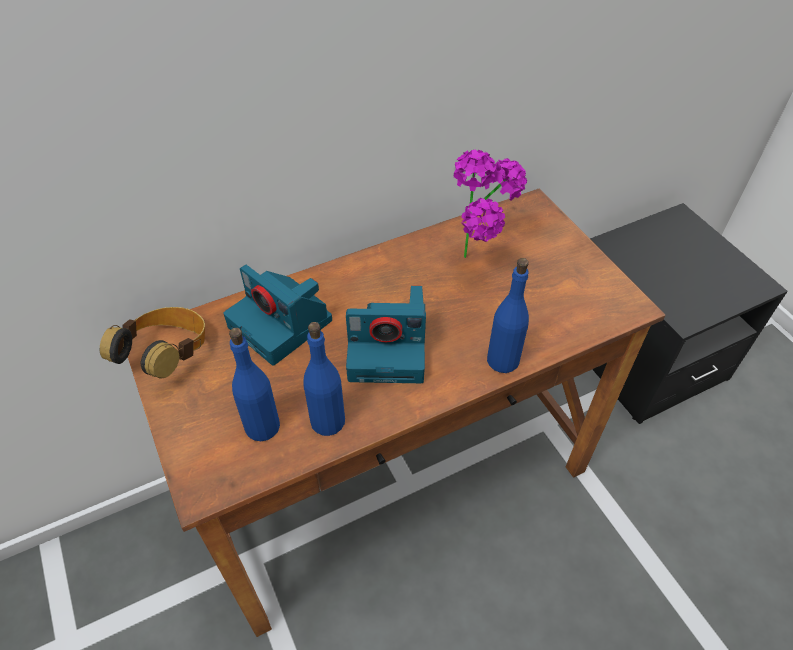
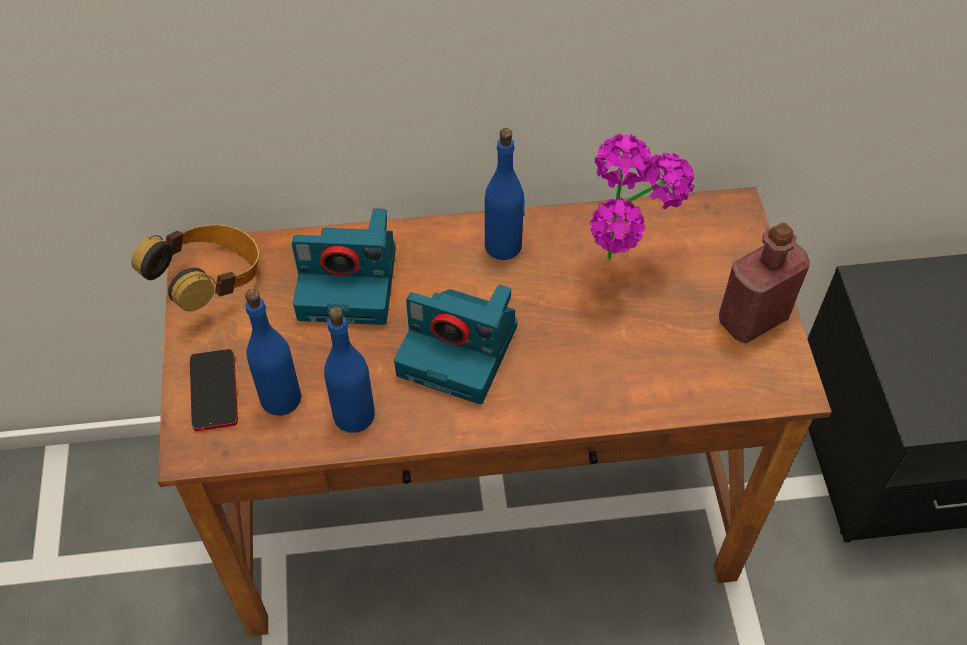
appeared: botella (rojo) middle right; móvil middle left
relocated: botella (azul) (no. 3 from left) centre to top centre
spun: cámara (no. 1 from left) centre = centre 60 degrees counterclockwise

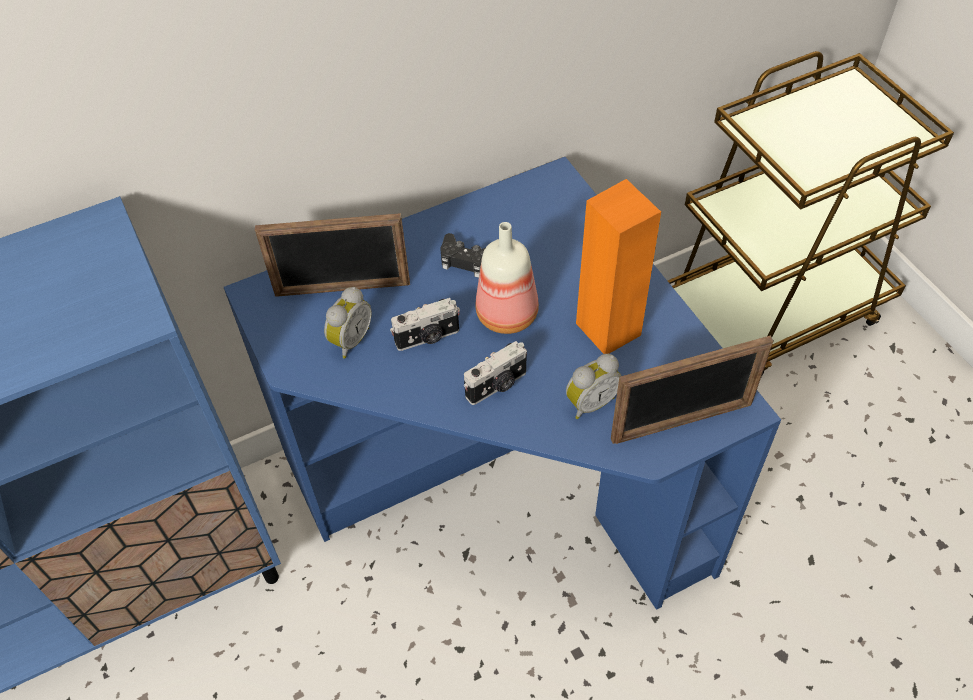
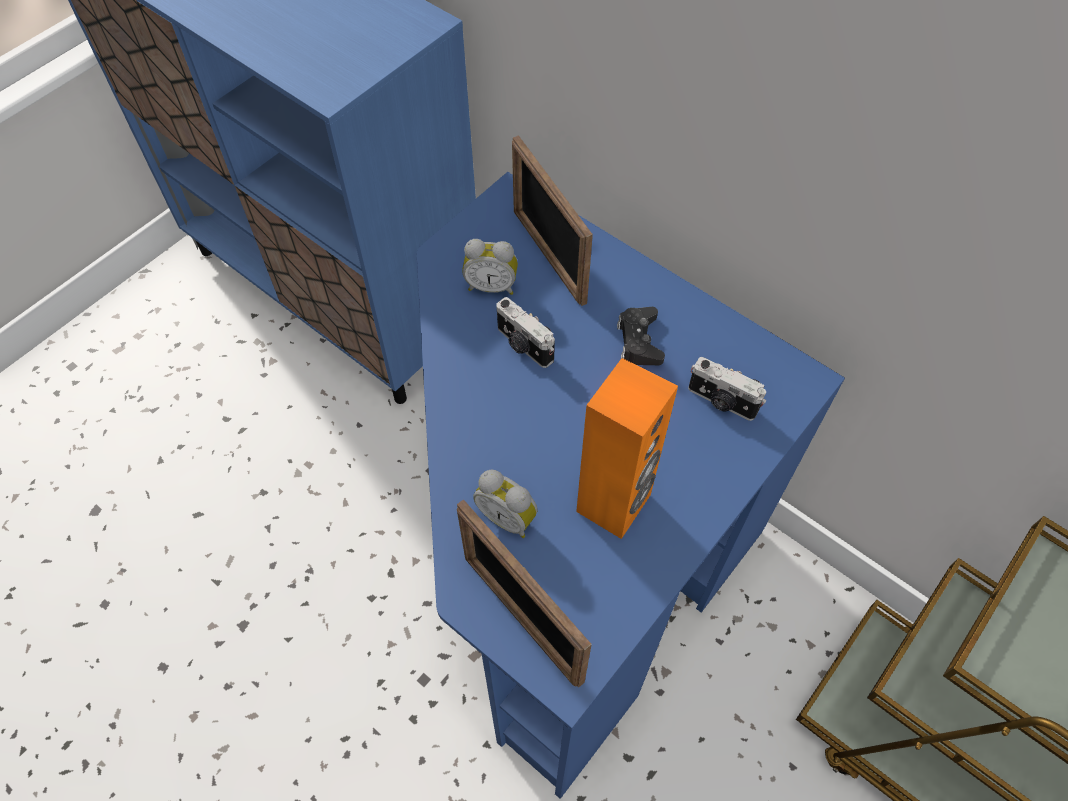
missing: botella centre
relocated: cámara (no. 2 from left) centre to middle right

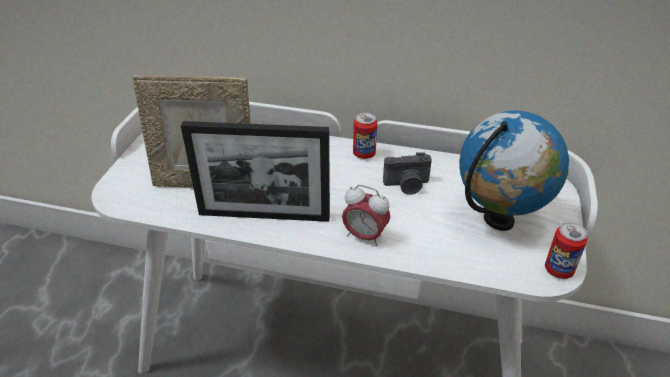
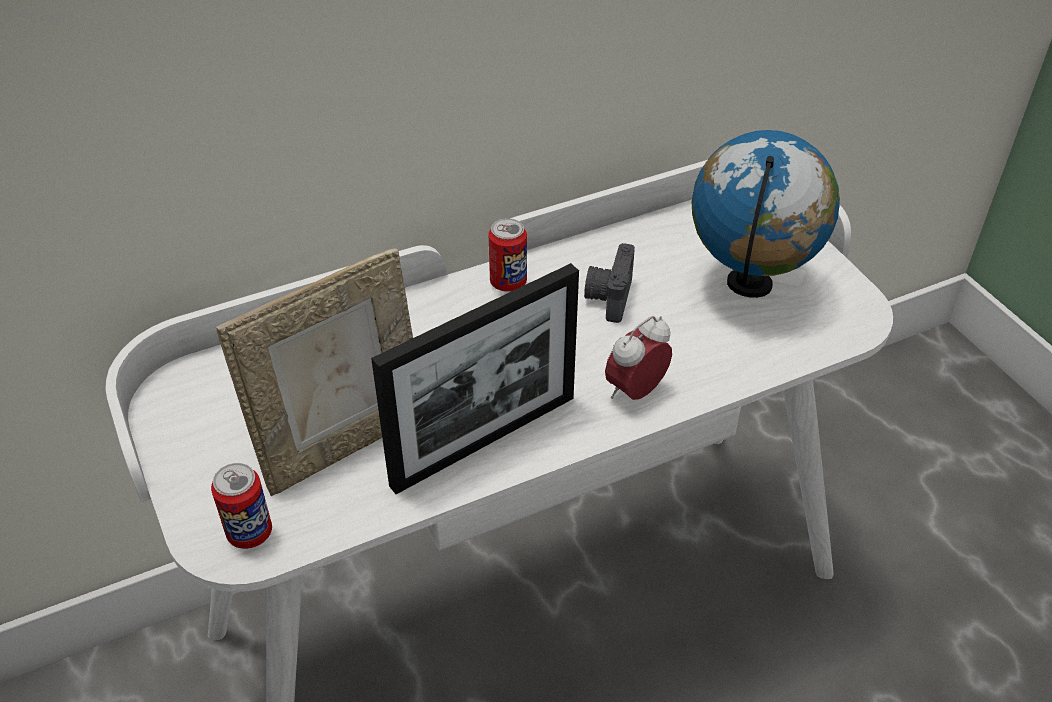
relocated: lata (no. 2 from left in the first image) middle right to lata (no. 1 from left) bottom left
spun: cámara centre = centre 150 degrees clockwise; despertador centre = centre 150 degrees clockwise

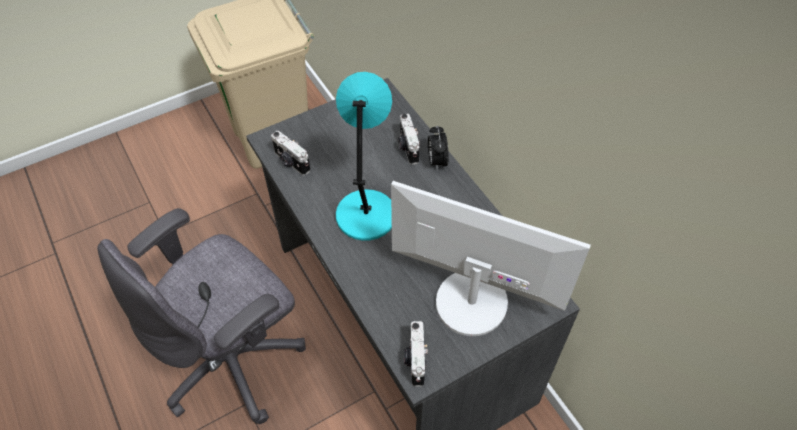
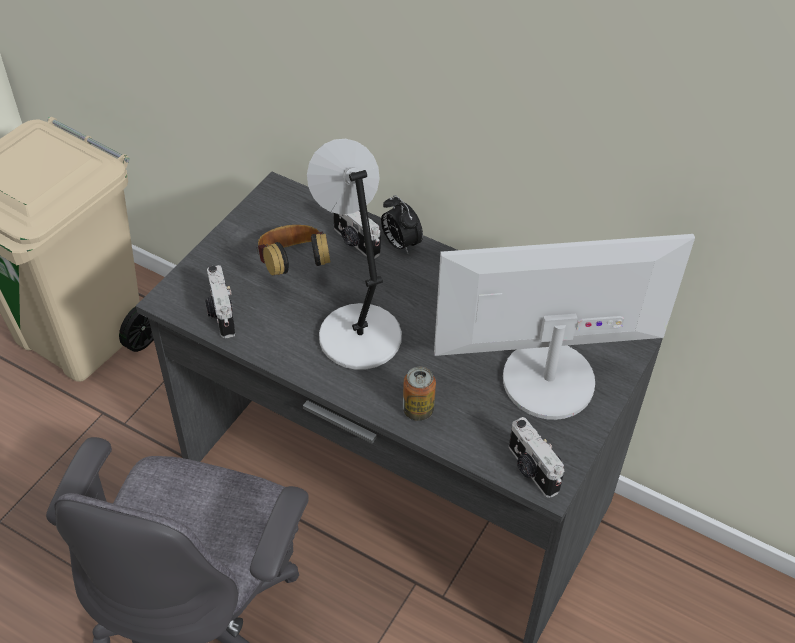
appeared: auriculares centre; lata centre
colour: lámpara de mesa (turquesa) centre to lámpara de mesa (gris) centre
spun: cámara (no. 1 from left) centre = middle left 60 degrees clockwise

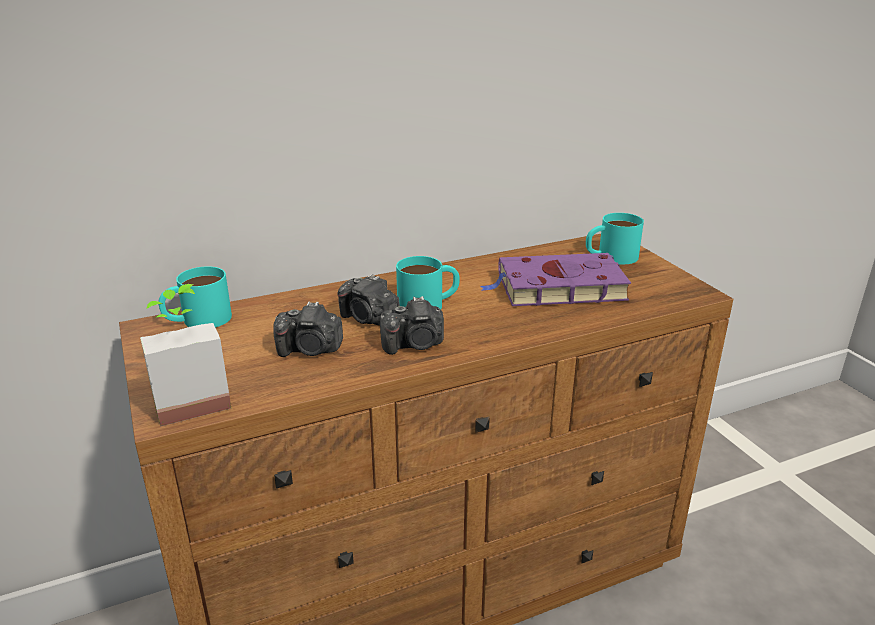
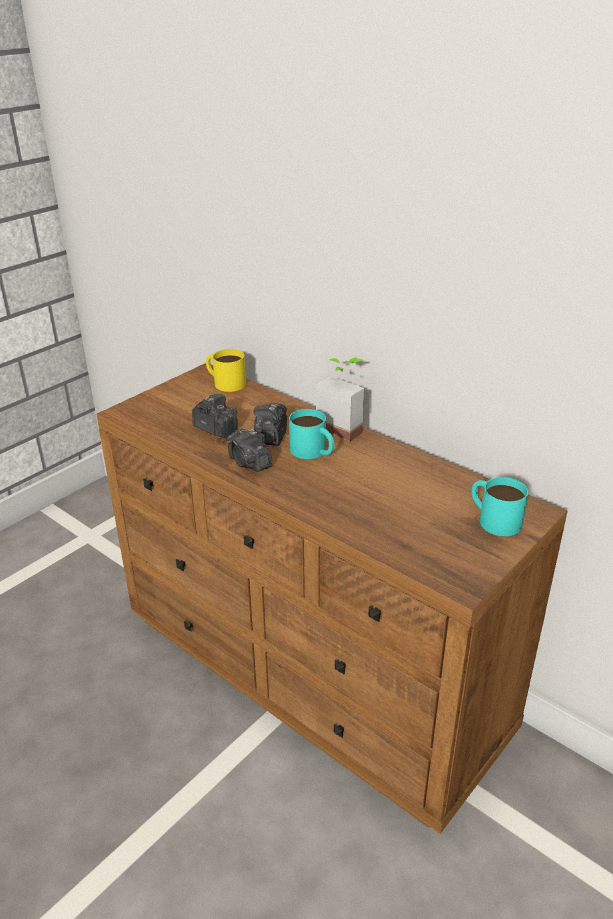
missing: libro (morado) centre
relocated: planta en maceta middle left to centre
colour: taza grande (turquesa) (no. 1 from left) middle left to taza grande (amarillo) centre
spun: cámara (no. 1 from left) centre = centre 150 degrees clockwise

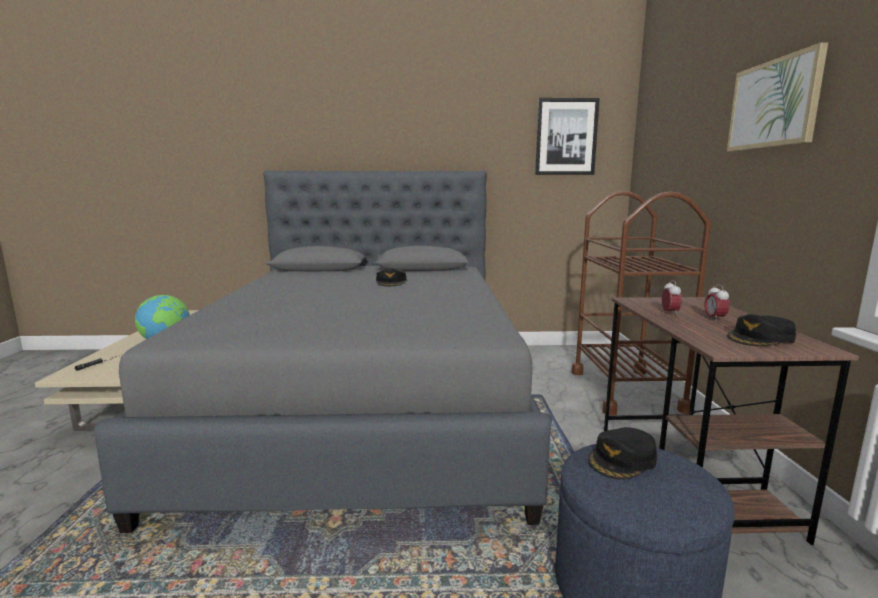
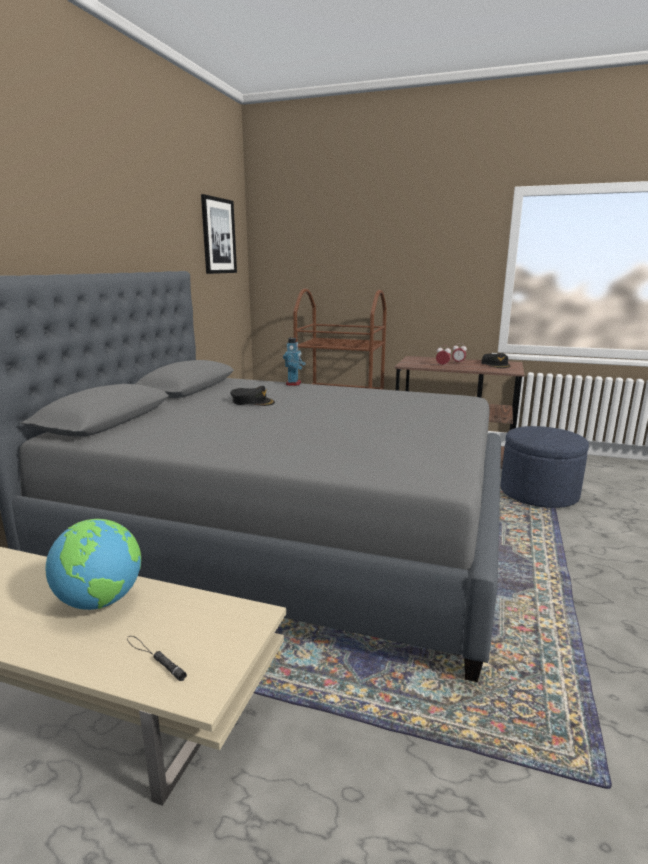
missing: cuadro (no. 2 from left) top right; gorra (negro) (no. 2 from left) bottom right
appeared: robot de juguete centre

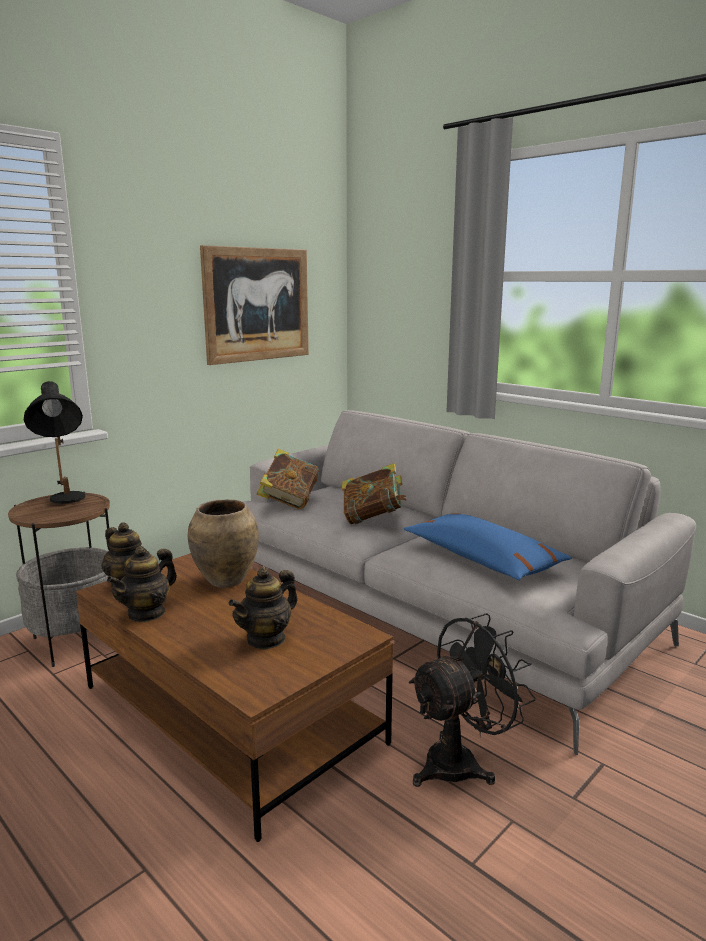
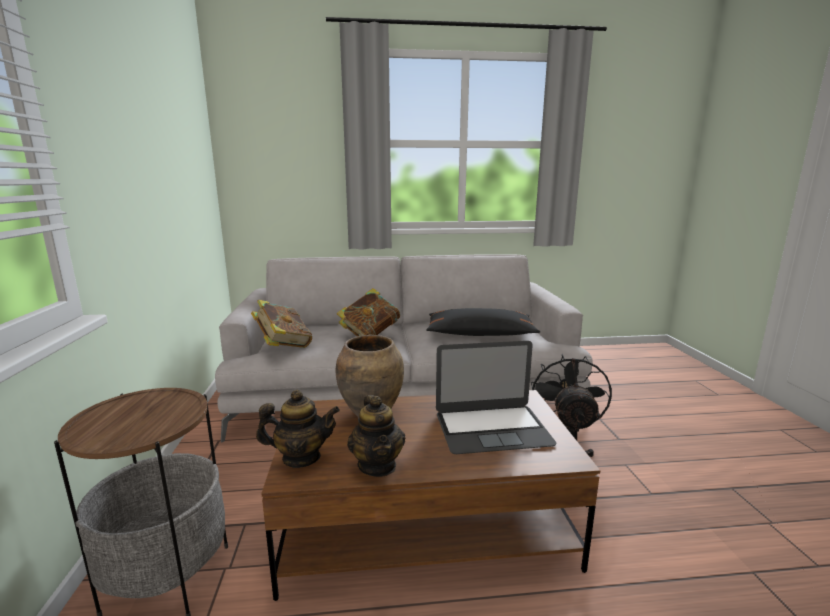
missing: cuadro top centre; lámpara de mesa (negro) middle left
exchanged: tetera (no. 3 from left) centre to portátil centre
colour: cojín (azul) middle right to cojín (negro) centre

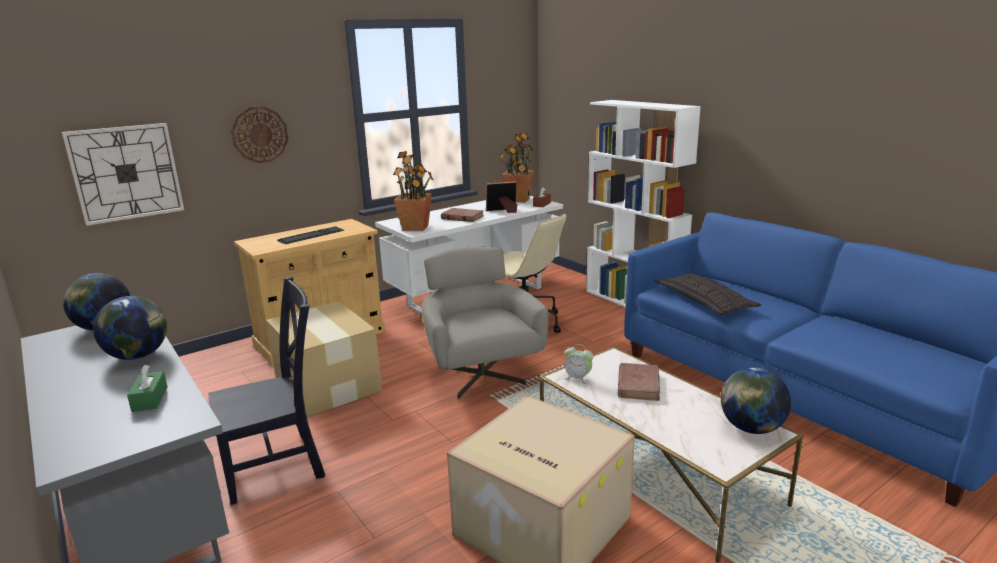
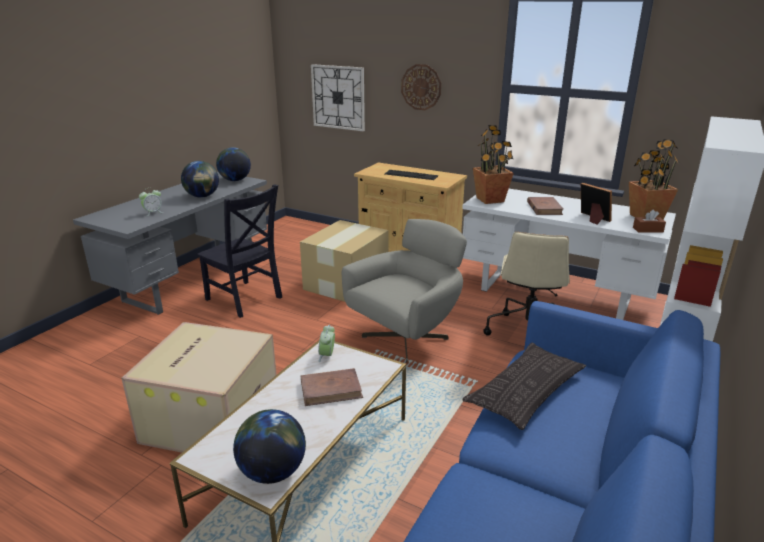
exchanged: caja de pañuelos (verde) bottom left to despertador (no. 1 from left) middle left

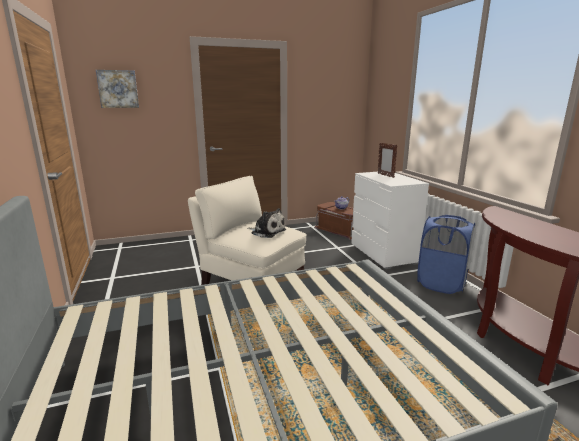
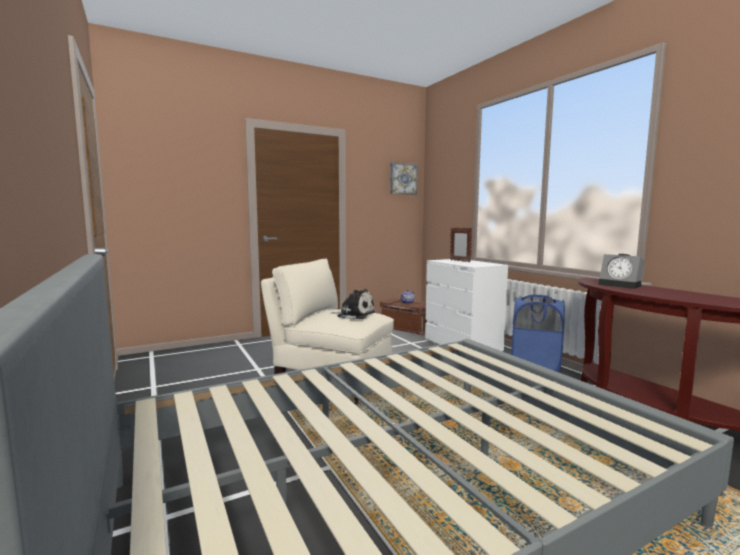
appeared: despertador middle right
relocated: cuadro top left to top centre

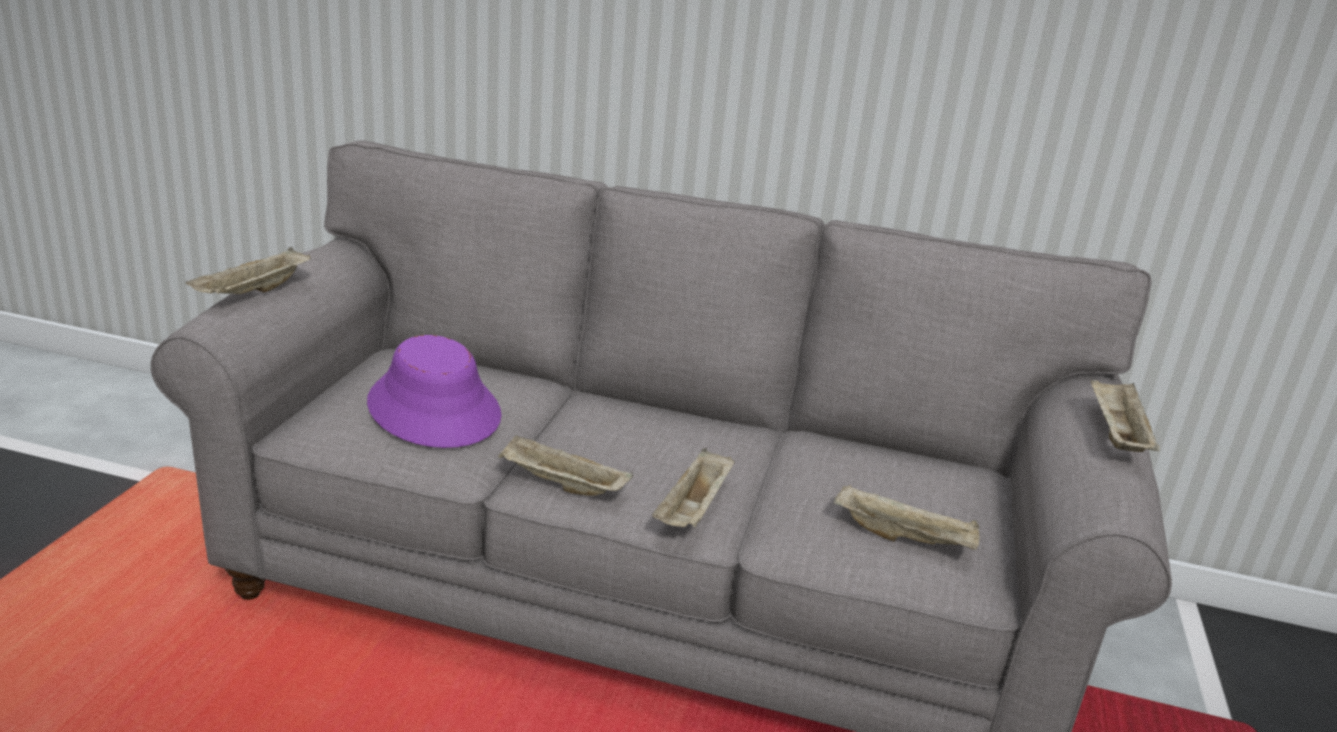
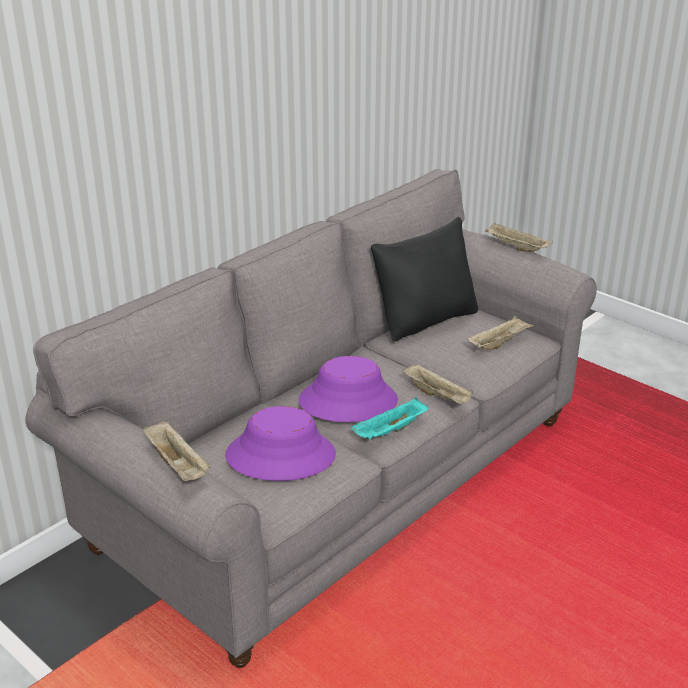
appeared: cojín (negro) centre; sombrero (morado) (no. 2 from left) centre
colour: bandeja (beis) (no. 2 from left) centre to bandeja (turquesa) centre

